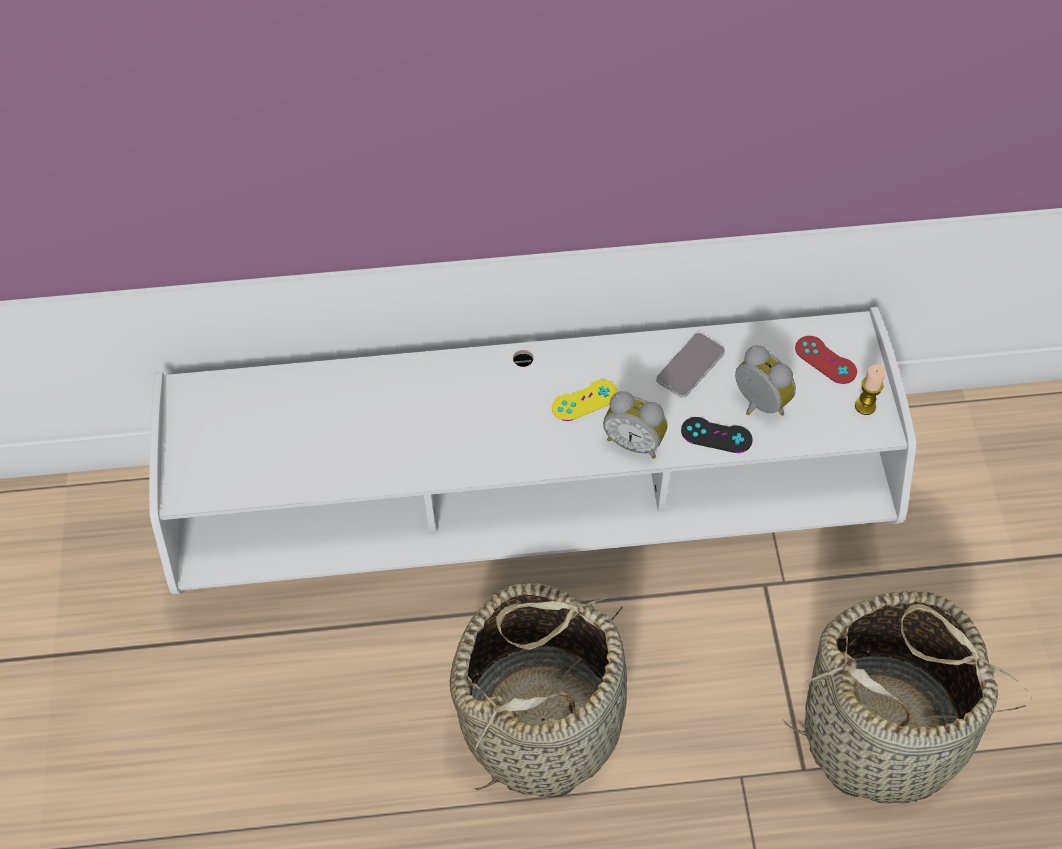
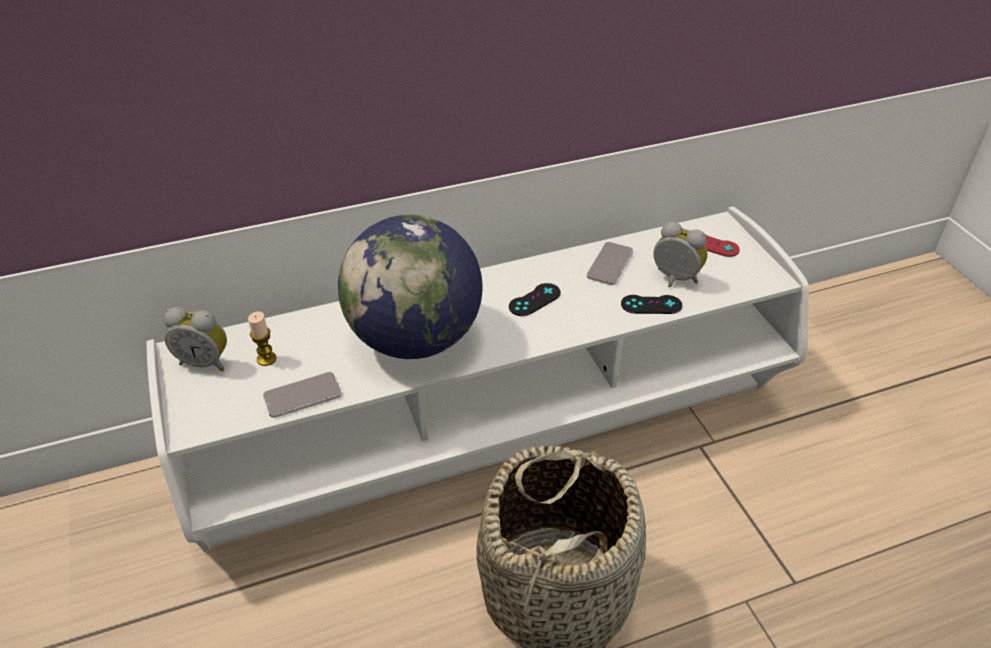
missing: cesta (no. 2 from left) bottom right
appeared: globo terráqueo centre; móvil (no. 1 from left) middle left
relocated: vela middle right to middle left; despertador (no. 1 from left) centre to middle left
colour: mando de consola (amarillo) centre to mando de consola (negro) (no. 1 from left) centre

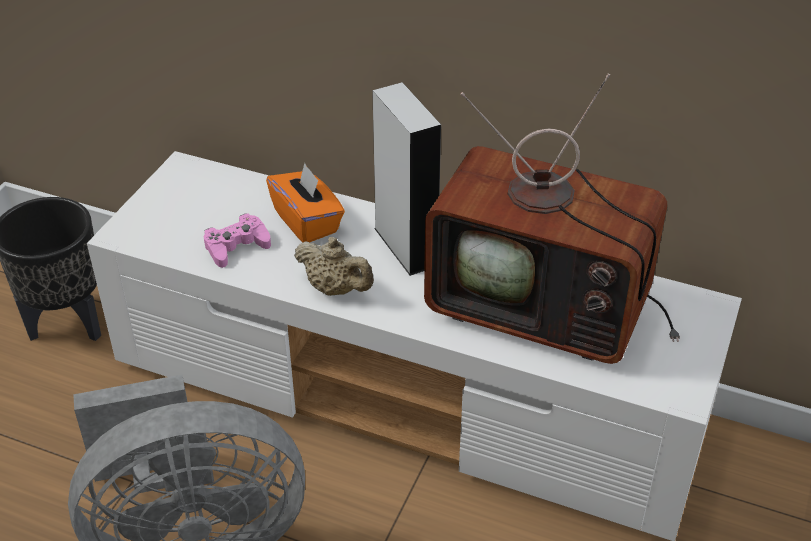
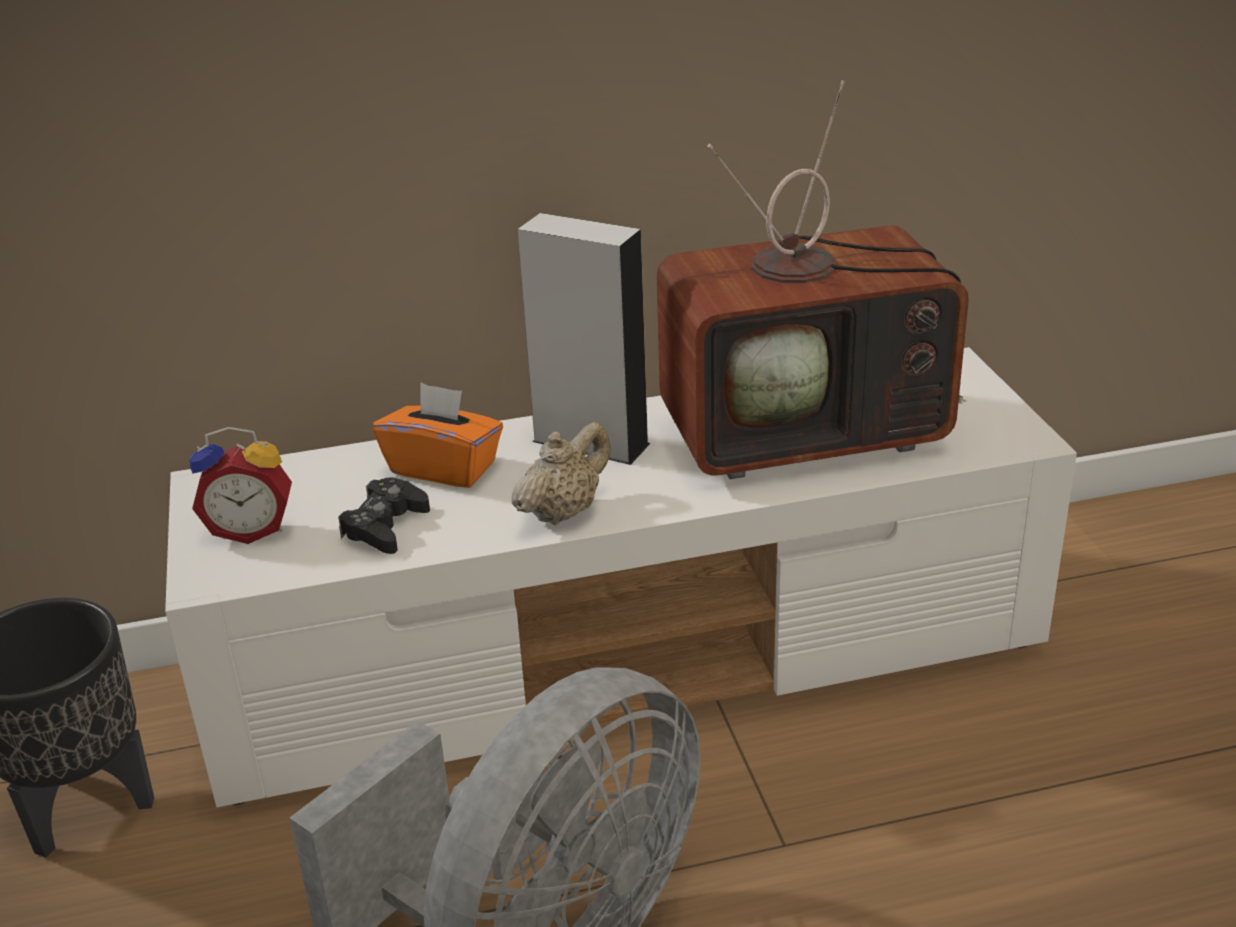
appeared: despertador middle left
colour: mando de consola (rosa) middle left to mando de consola (negro) middle left
spun: tetera (beis) centre = centre 45 degrees counterclockwise

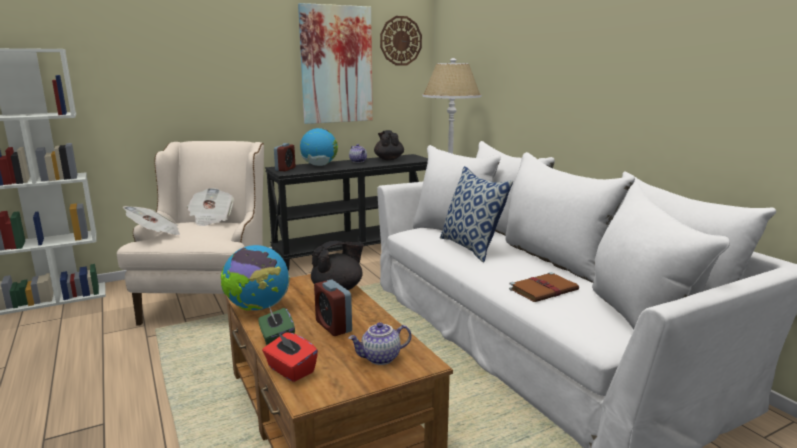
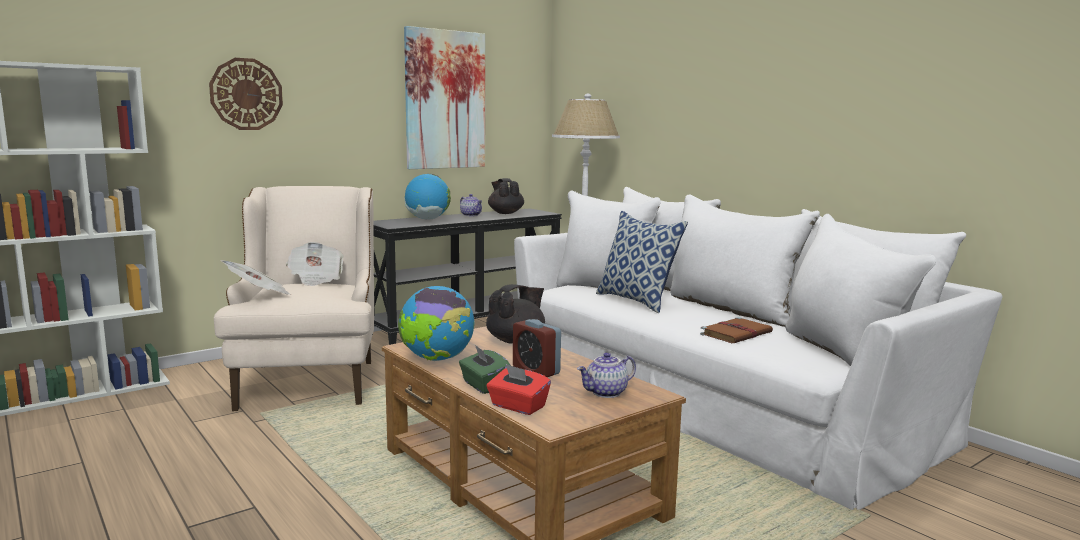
missing: despertador (no. 1 from left) centre
relocated: reloj de pared top centre to top left

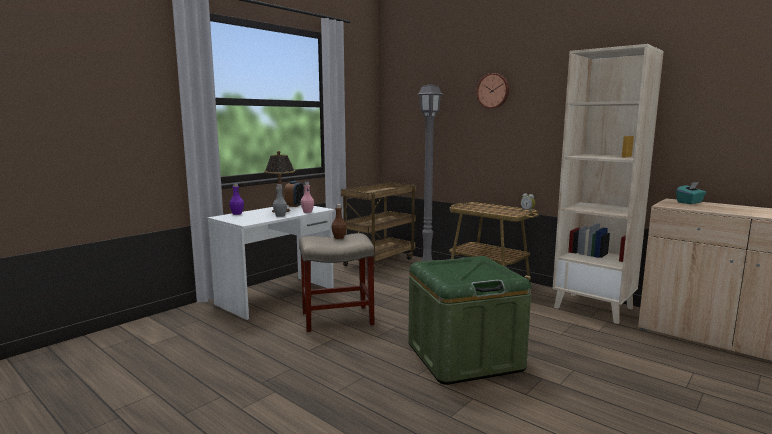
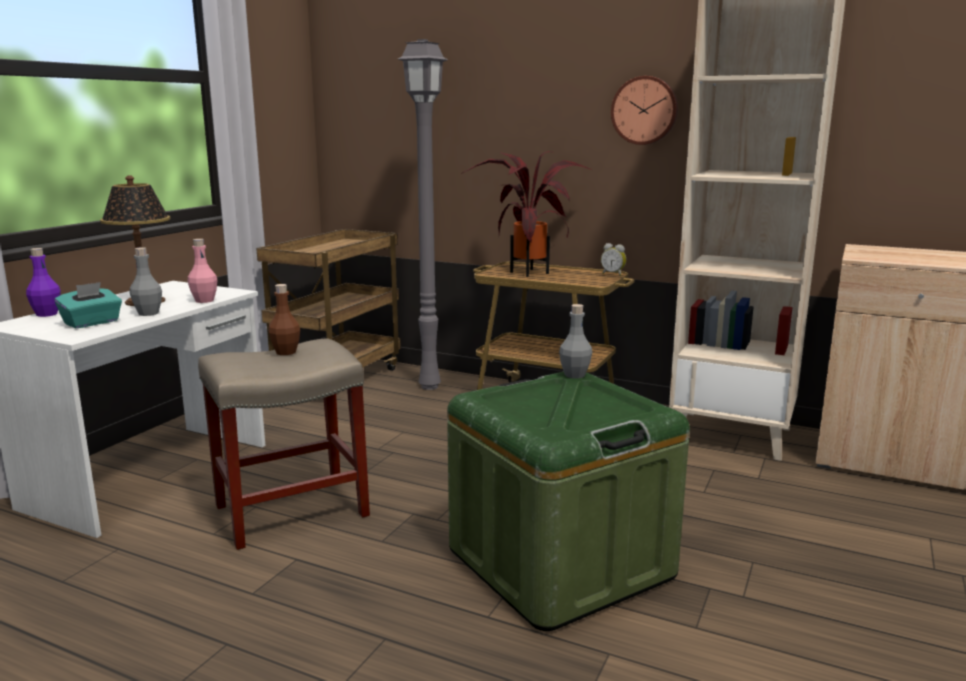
missing: despertador (no. 1 from left) centre
appeared: planta en maceta top centre; botella (gris) (no. 2 from left) centre
relocated: reloj de pared top centre to top right; caja de pañuelos (turquesa) middle right to middle left

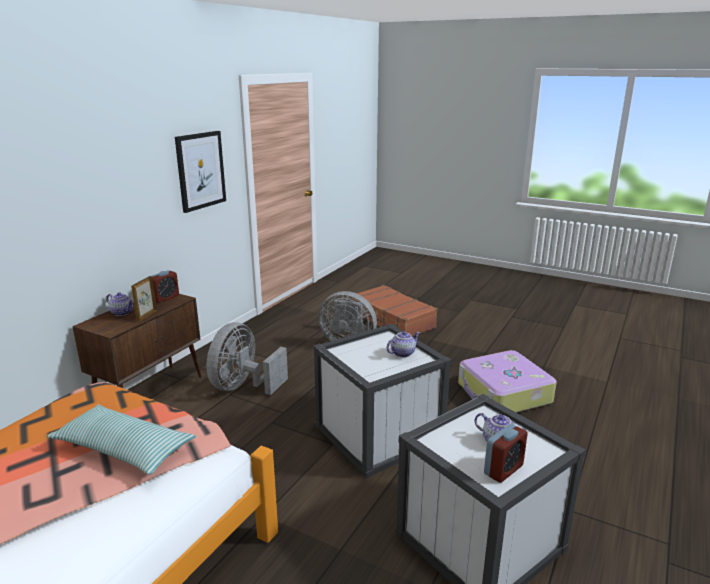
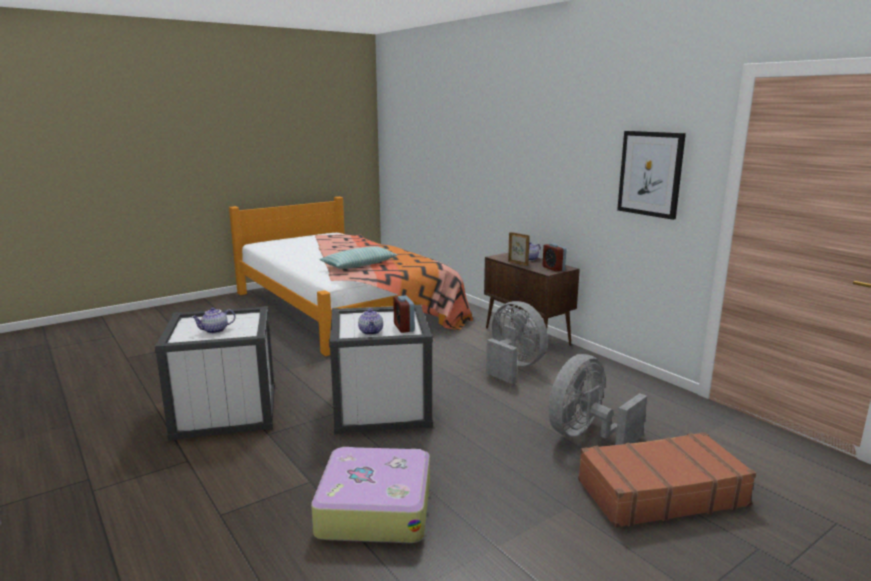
relocated: despertador (no. 2 from left in the first image) bottom right to despertador (no. 1 from left) centre

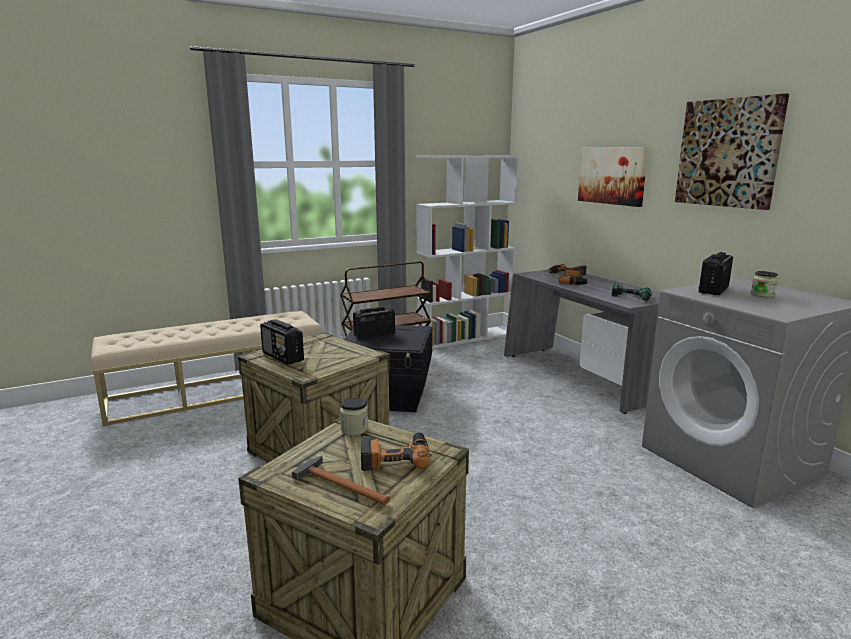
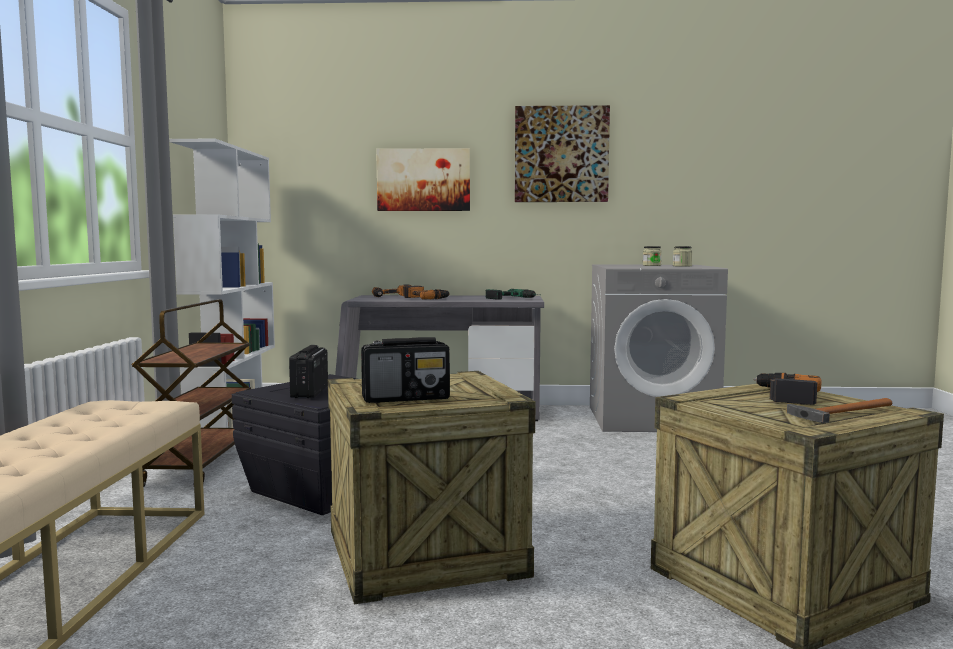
missing: radio (no. 3 from left) middle right
relocated: tarro (no. 1 from left in the first image) centre to tarro (no. 2 from left) middle right

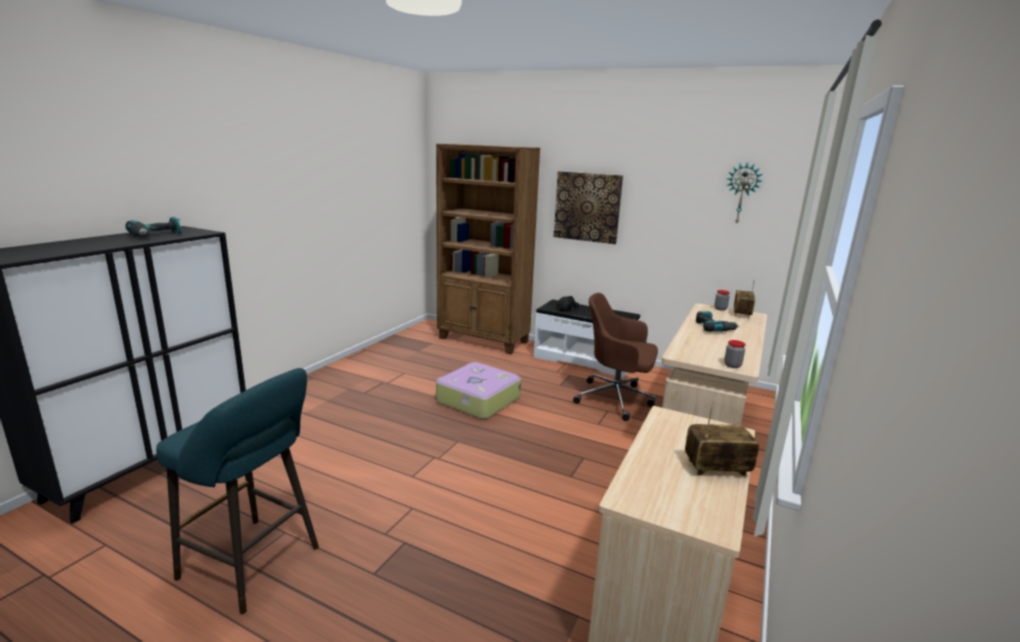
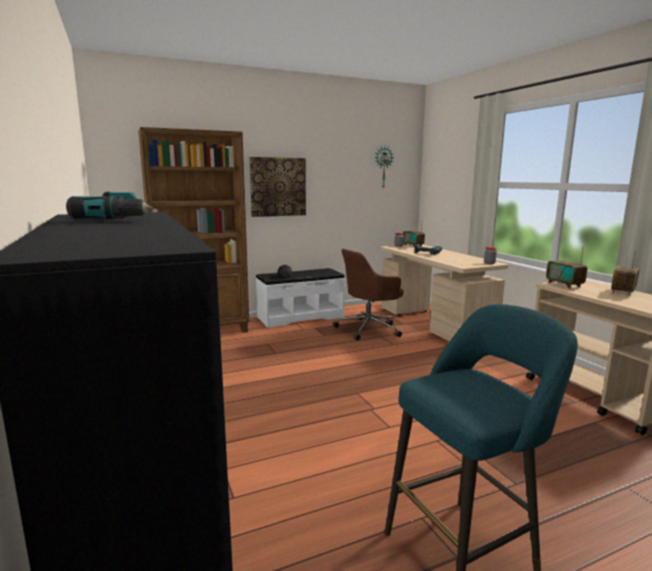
missing: maleta centre
appeared: radio (no. 2 from left) middle right

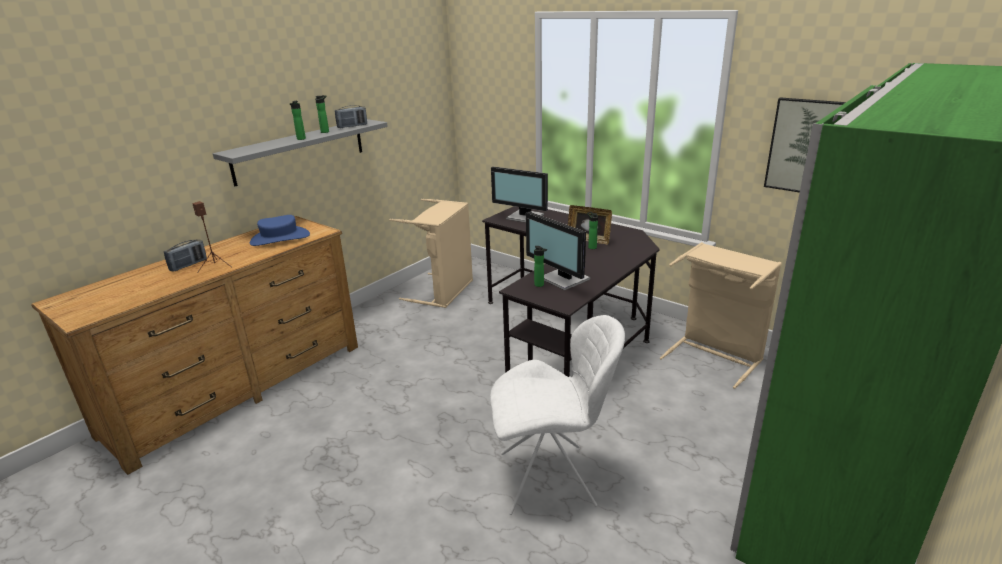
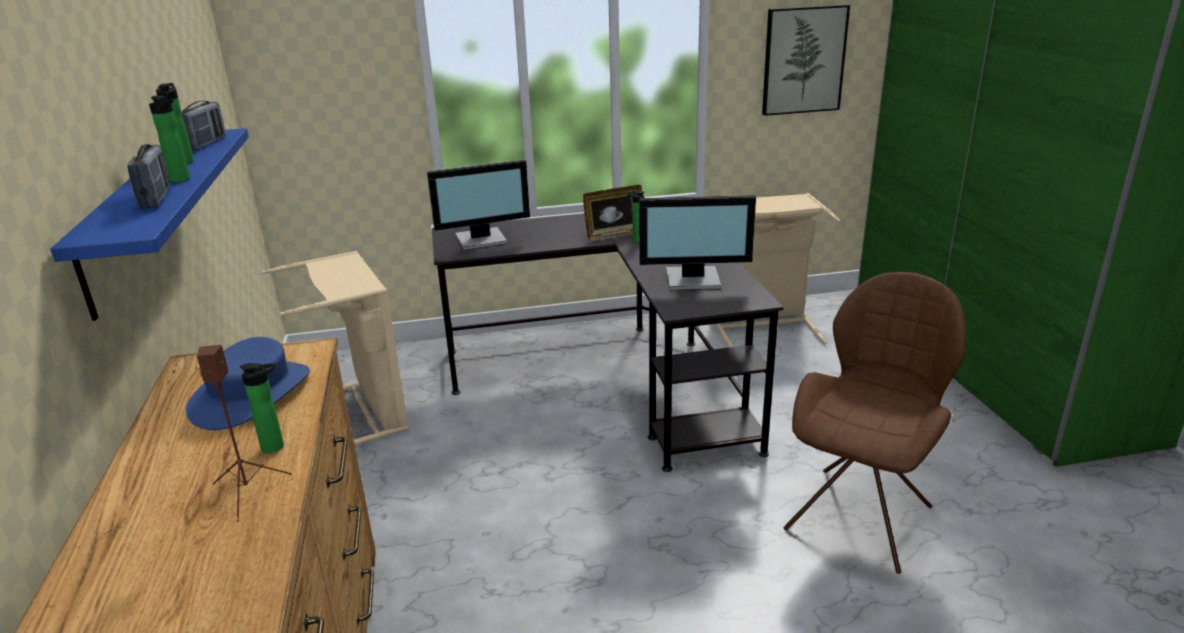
relocated: radio (no. 1 from left) middle left to top left; botella (no. 3 from left) centre to middle left
colour: estante (gris) top left to estante (azul) middle left; silla (blanco) bottom centre to silla (marrón) bottom right

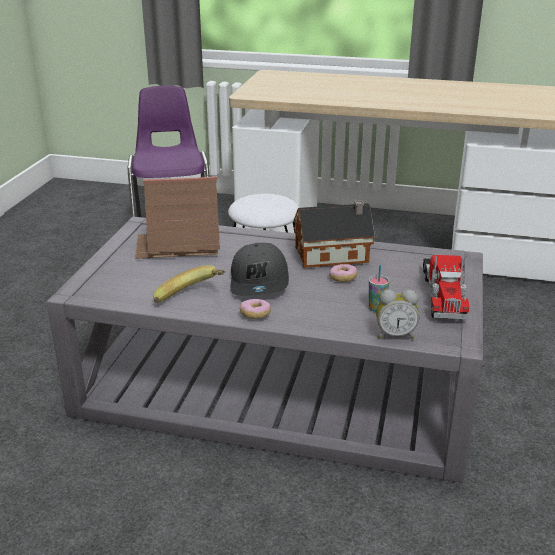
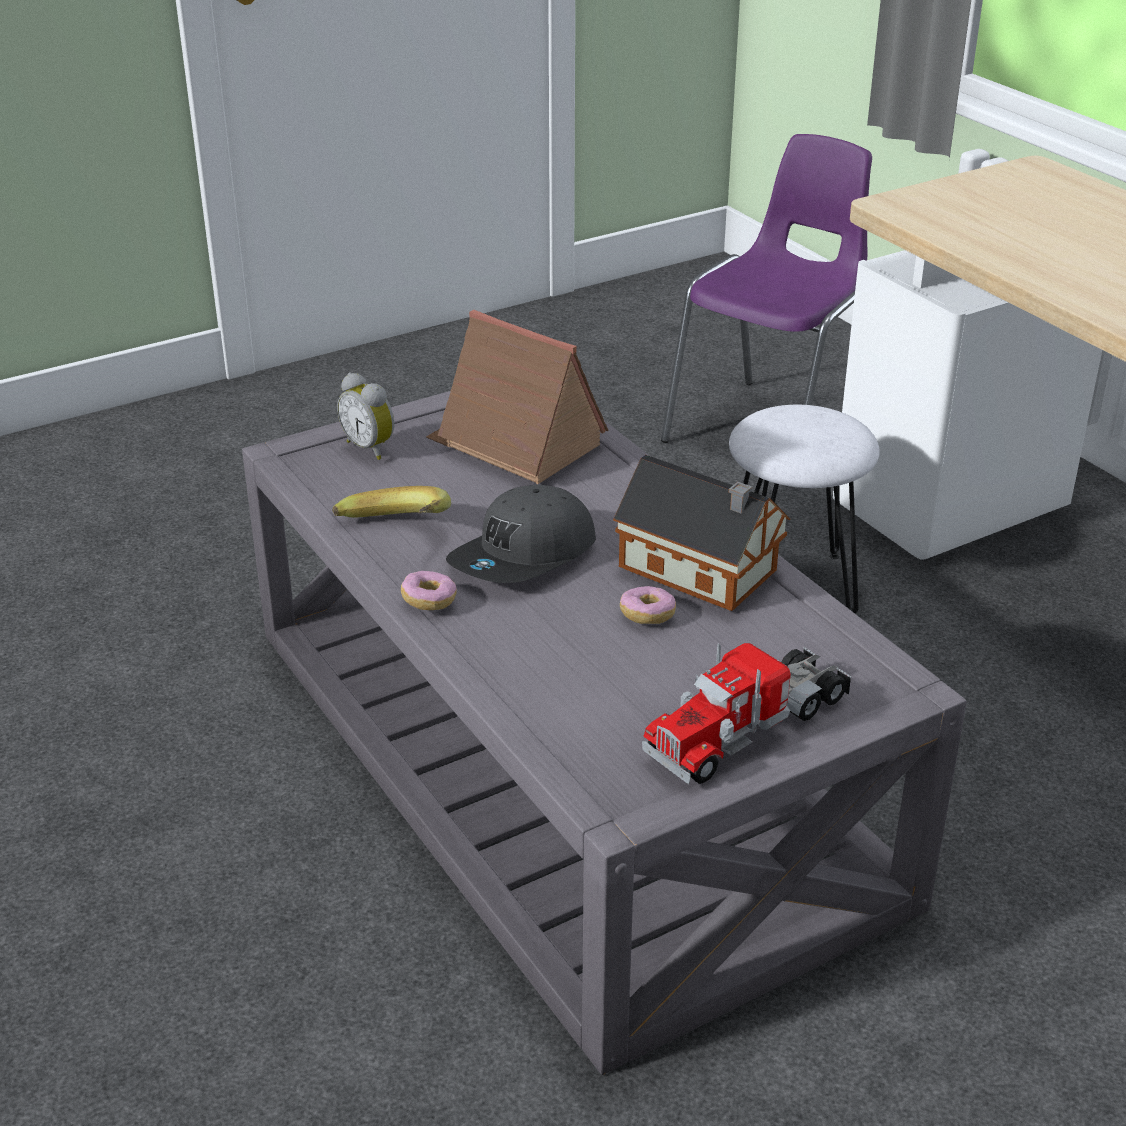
missing: taza middle right
relocated: despertador middle right to middle left

